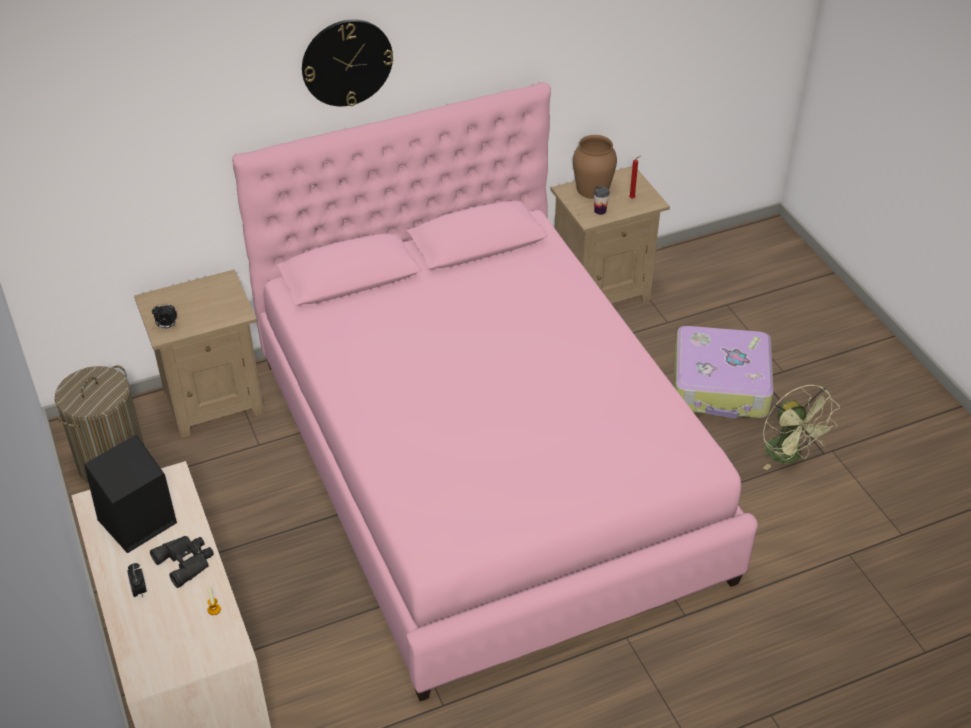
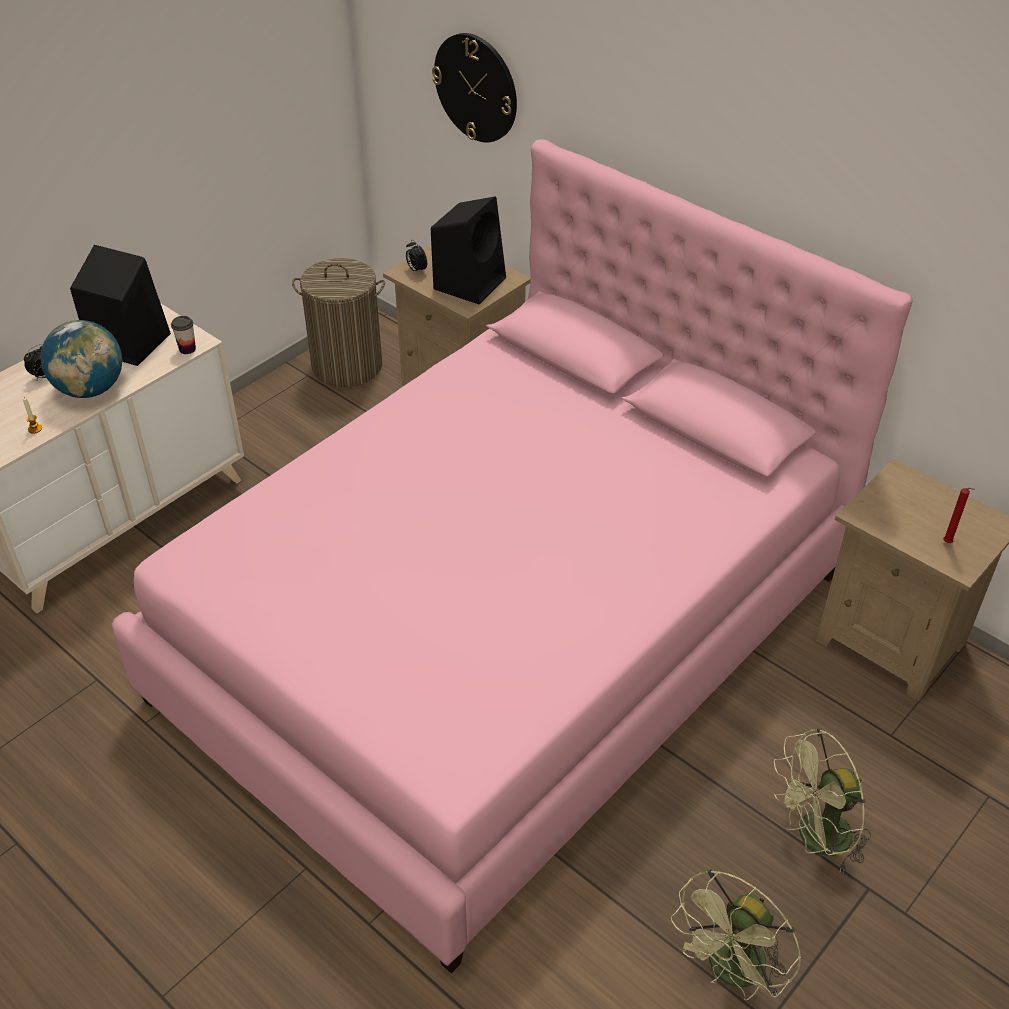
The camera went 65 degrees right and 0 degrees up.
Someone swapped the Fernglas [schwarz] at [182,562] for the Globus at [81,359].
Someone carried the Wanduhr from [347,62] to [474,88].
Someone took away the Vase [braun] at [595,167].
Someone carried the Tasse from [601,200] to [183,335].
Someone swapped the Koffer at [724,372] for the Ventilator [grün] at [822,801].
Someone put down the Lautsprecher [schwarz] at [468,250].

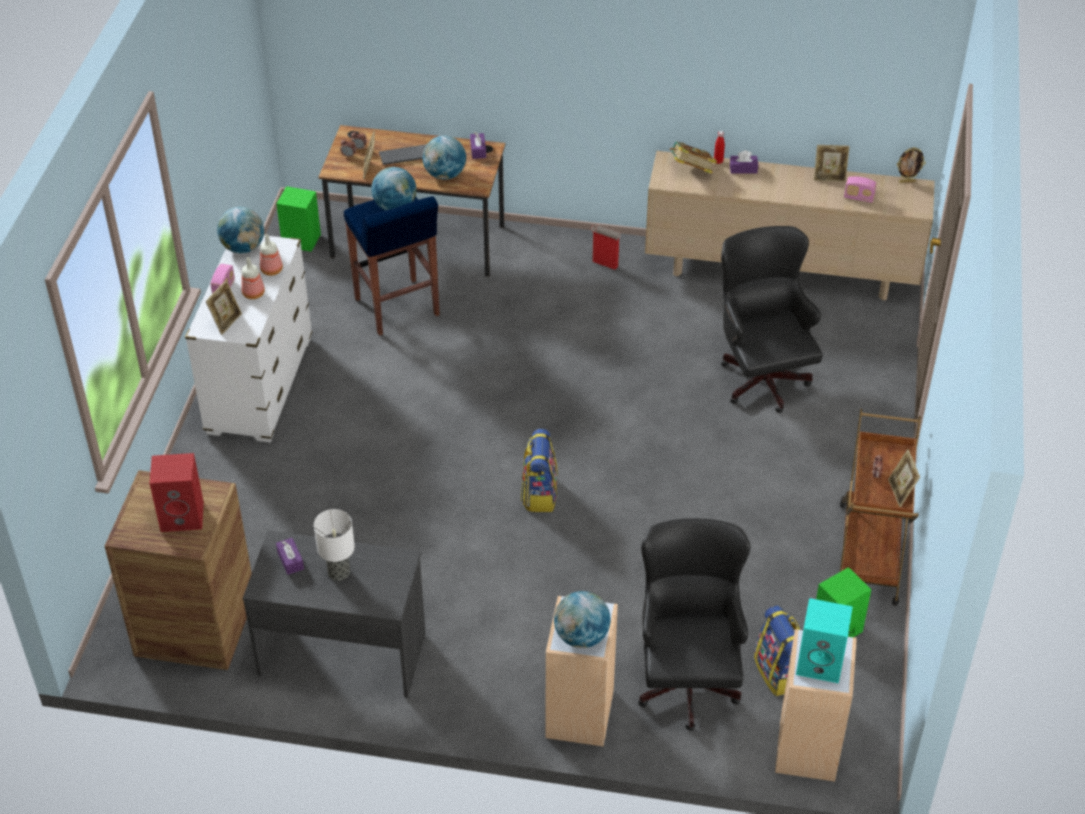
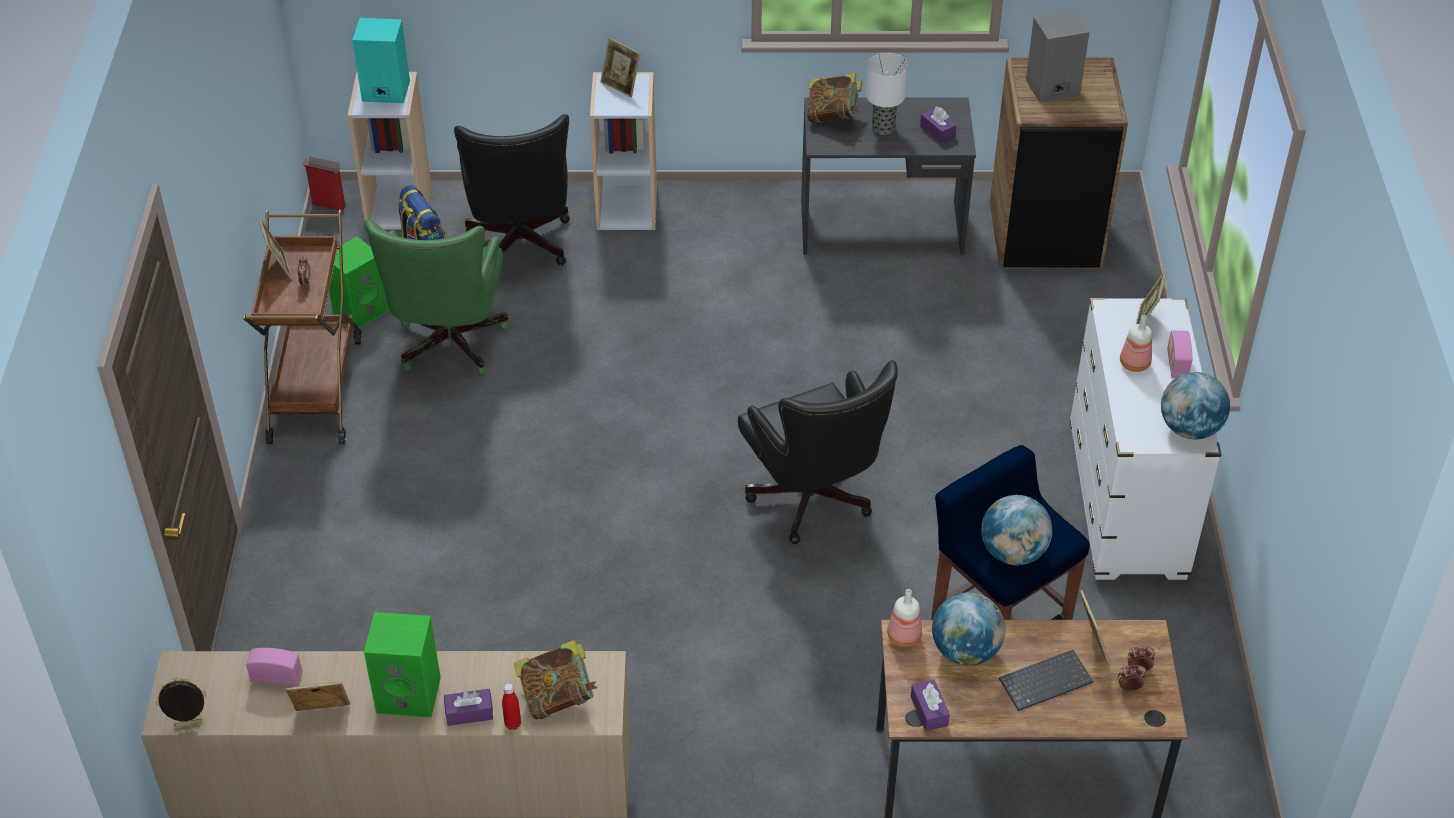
The camera went 170 degrees right and 0 degrees up.
Someone repainted the Lautsprecher [rot] at [177,492], which became the Lautsprecher [grau] at [1057,56].
Someone carried the Flasche from [271,255] to [904,618].
Someone carried the Lautsprecher [grün] from [298,219] to [402,665].
Someone took away the Rucksack at [539,470].
Someone swapped the Globus at [582,619] for the Bilderrahmen at [620,67].
Someone carried the Karton from [605,247] to [324,183].
Someone carried the Bürostuhl [schwarz] from [771,319] to [818,452].
Someone put down the Bürostuhl [grün] at [436,297].
Someone put down the Buch at [834,98].

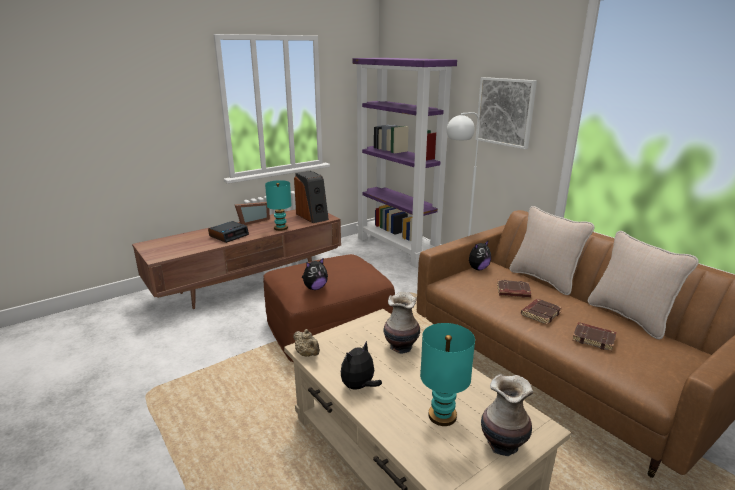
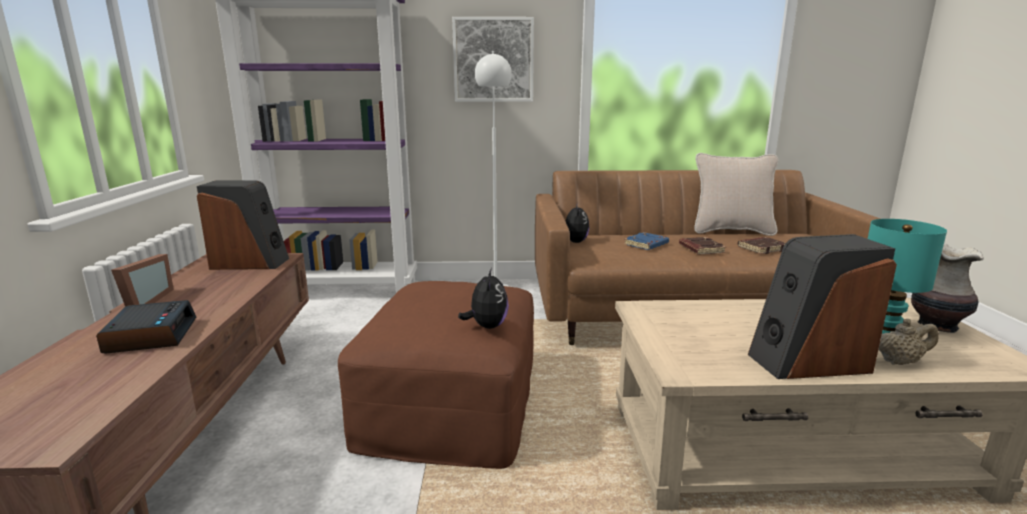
The camera went 55 degrees left and 5 degrees down.
Someone took away the Tischlampe [türkis] at [278,205].
Someone carried the Teekanne [beige] from [306,343] to [908,342].
Someone swapped the Plüschtier at [361,365] for the Lautsprecher at [822,306].
Someone took away the Vase at [401,322].
Someone repainted the Buch [braun] at [514,289], which became the Buch [blau] at [646,241].
Someone took away the Kissen [beige] at [551,250].

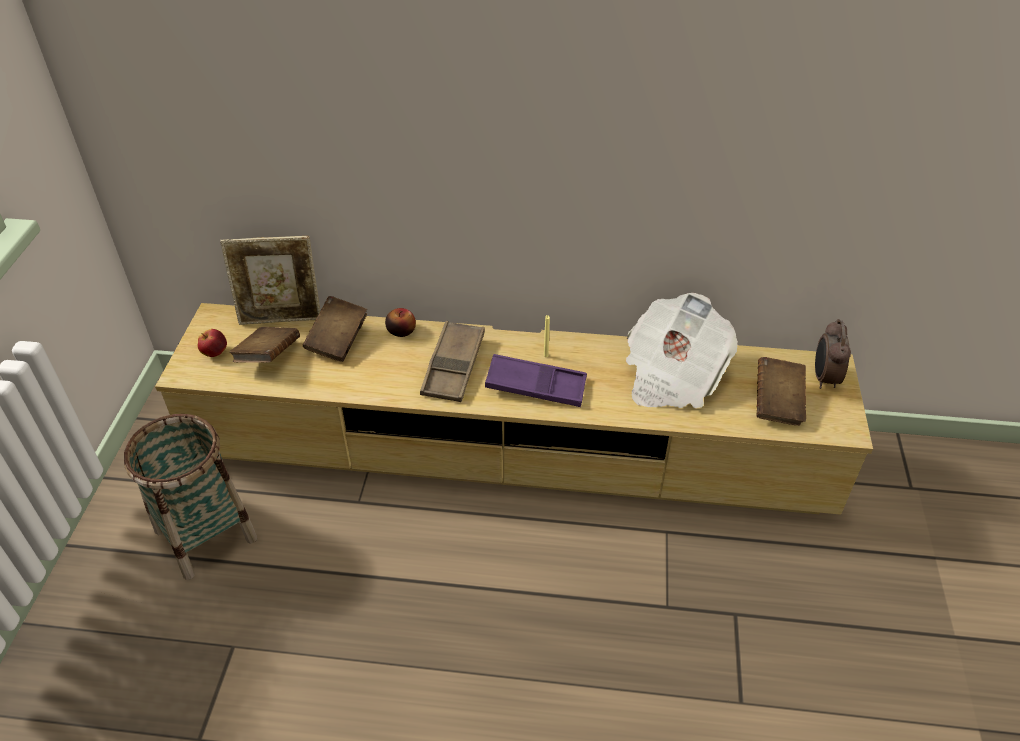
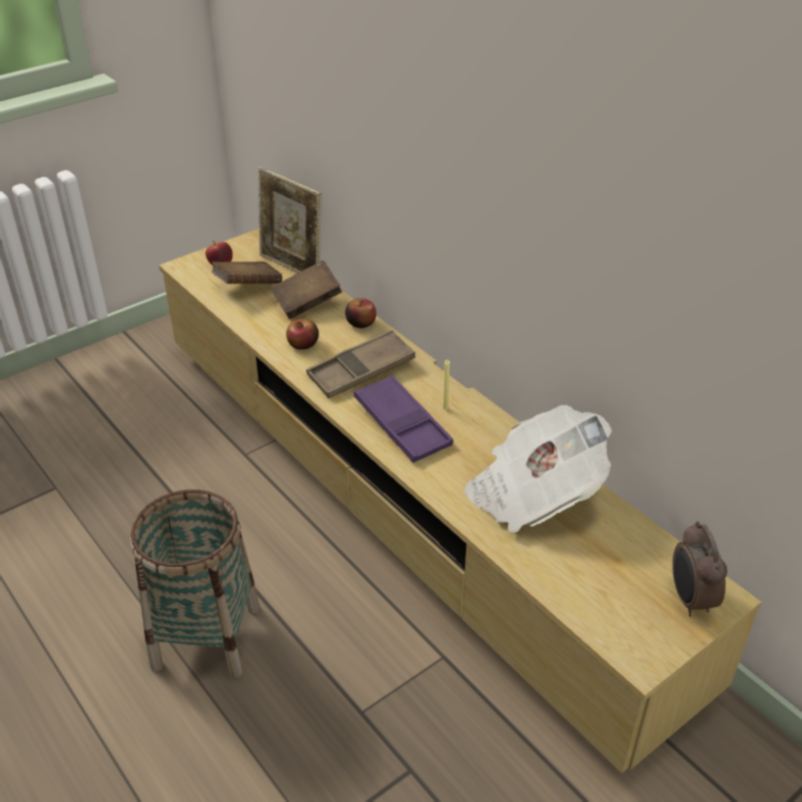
The camera went 45 degrees right and 5 degrees down.
Someone carried the Korb from [190,497] to [195,583].
Someone took away the Buch [braun] at [781,391].
Someone rotated the Wecker at [833,354] by 60 degrees counterclockwise.
Someone put down the Apfel at [302,334].

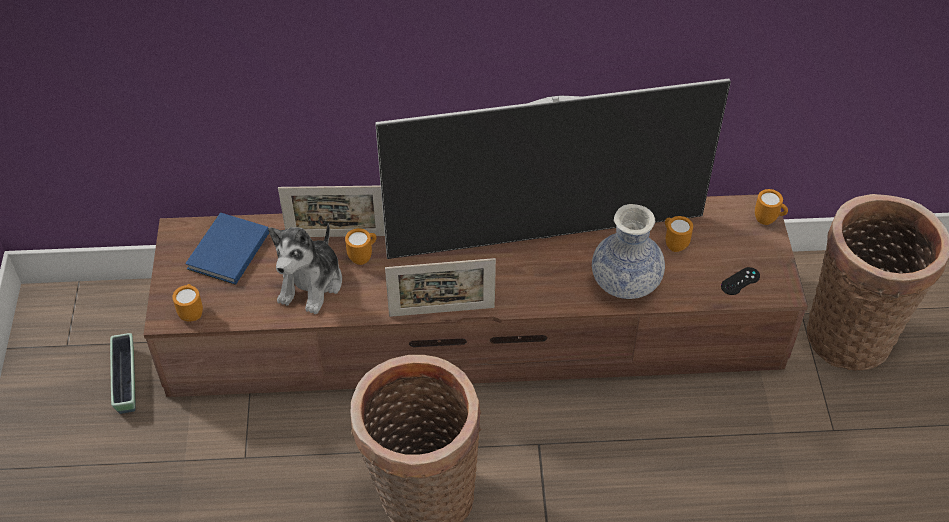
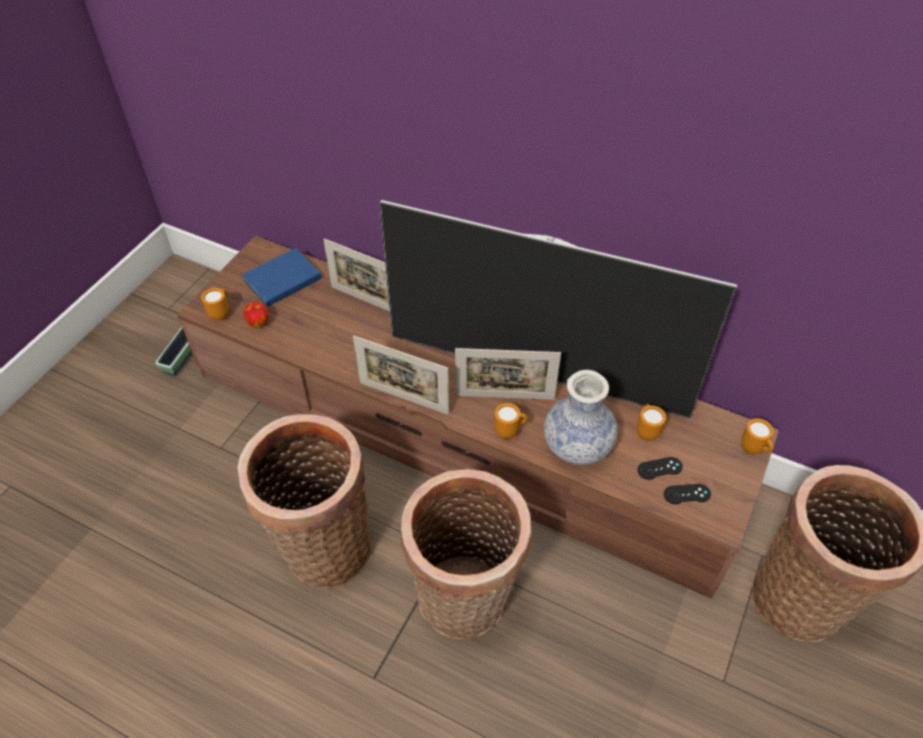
The camera went 30 degrees right and 0 degrees up.
Someone took away the Plüschtier at [305,268].
Someone carried the Henkelbecher [orange] from [361,246] to [511,421].
Someone put down the Apfel at [256,315].
Someone put down the Korb at [466,554].
Someone put down the Bilderrahmen at [508,374].
Someone put down the Gamepad [schwarz] at [660,468].

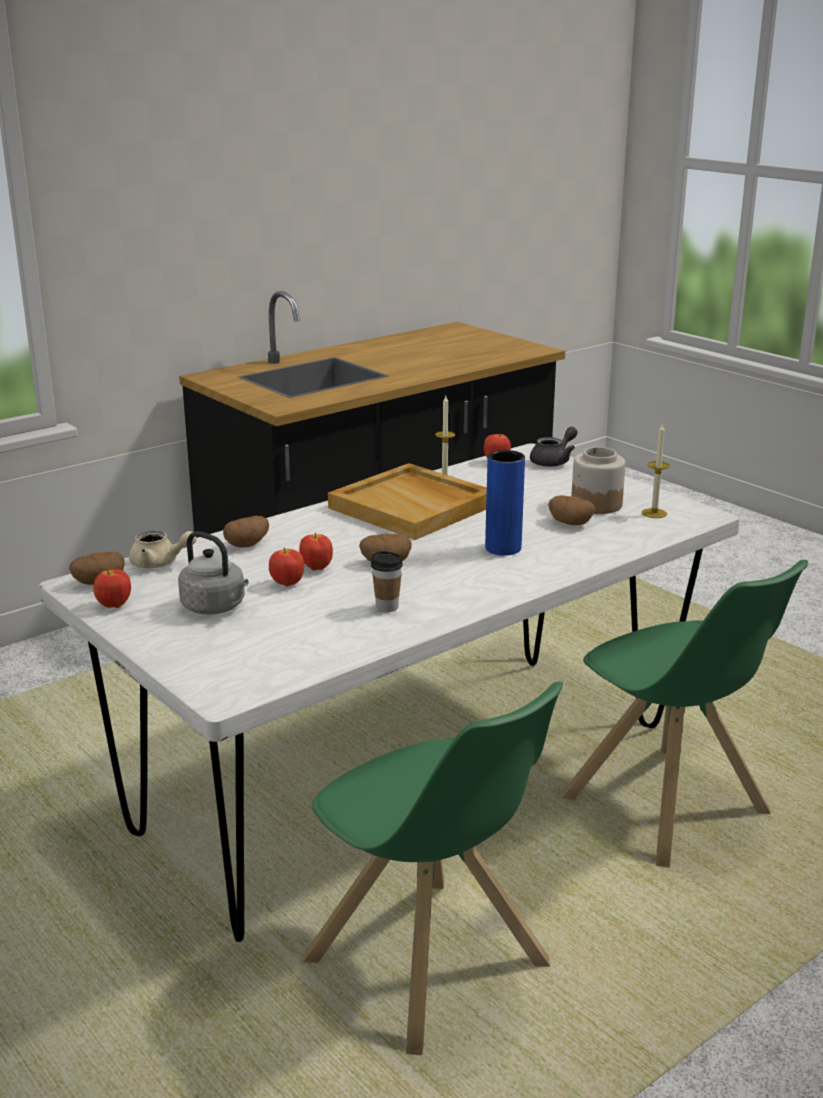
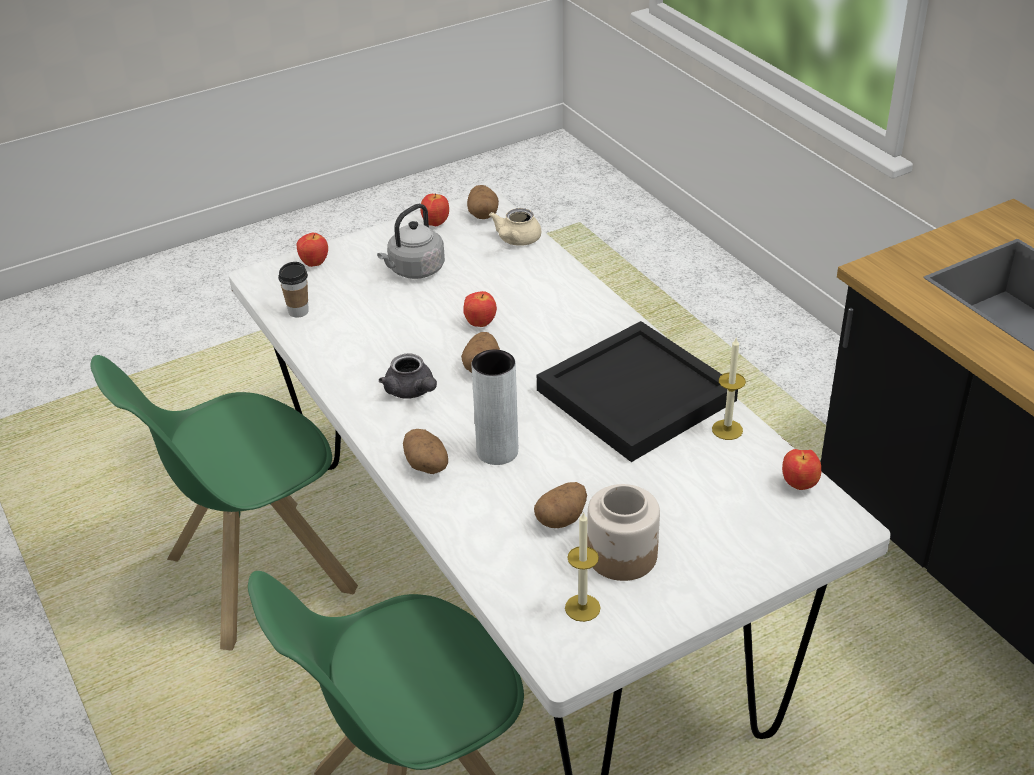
The camera went 100 degrees right and 15 degrees up.
Someone carried the Kartoffel from [246,532] to [425,451].
Someone carried the Apfel from [286,567] to [312,250].
Someone repainted the Tablett [beige] at [407,501], which became the Tablett [schwarz] at [637,391].
Someone carried the Tasse from [387,581] to [293,290].
Someone repainted the Vase [blau] at [505,503], which became the Vase [grau] at [494,407].
Someone carried the Teekanne [grau] from [554,447] to [408,376].

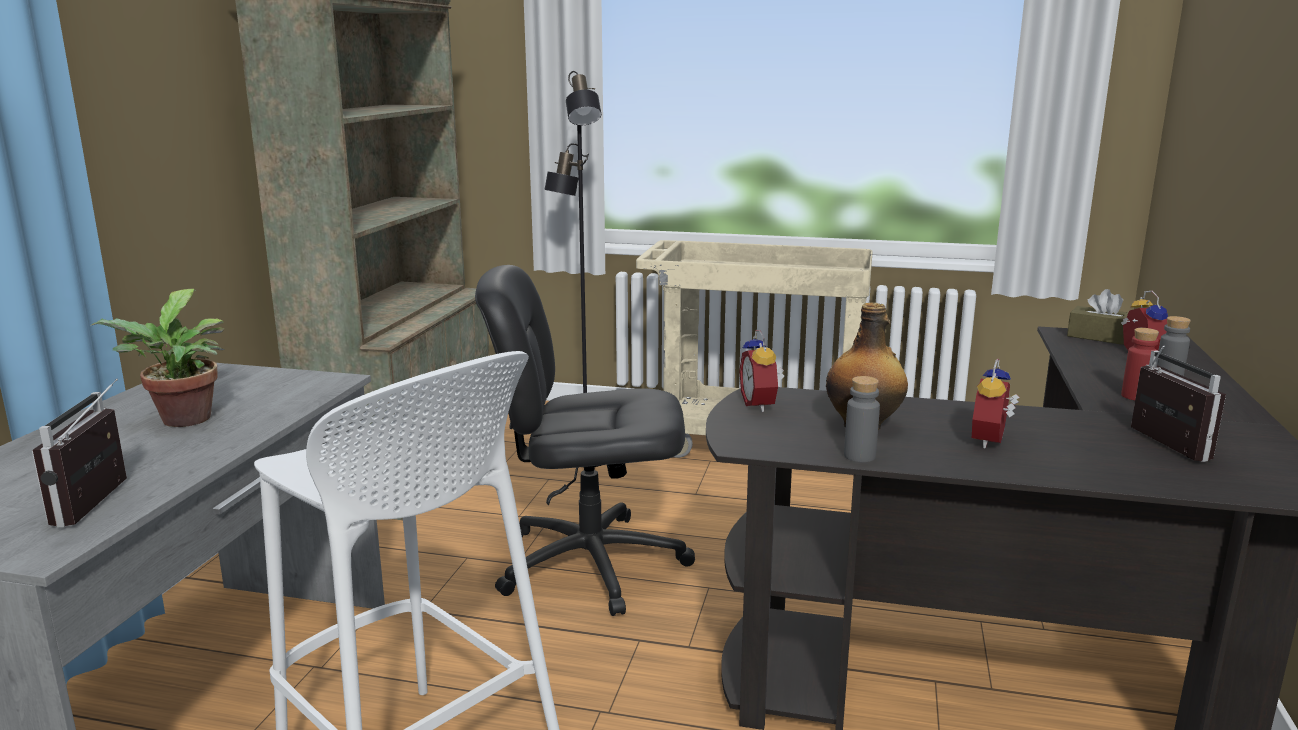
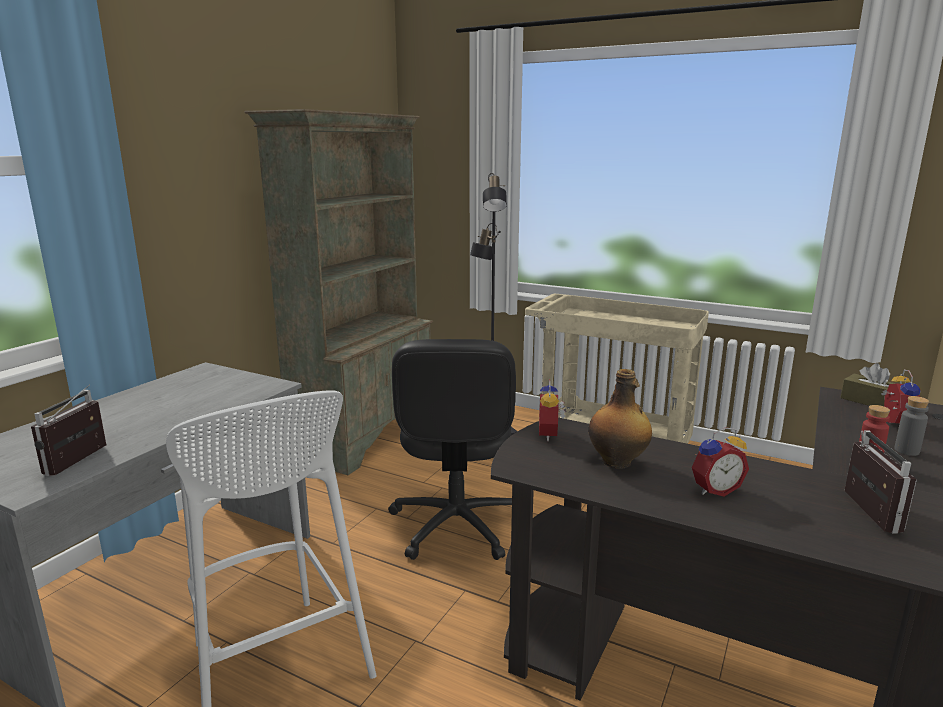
The camera went 15 degrees right and 0 degrees up.
Someone took away the Topfpflanze at [157,358].
Someone rotated the Bürostuhl [schwarz] at [585,440] by 105 degrees counterclockwise.
Someone took away the Flasche [grau] at [862,419].
Someone rotated the Wecker at [996,404] by 150 degrees counterclockwise.

